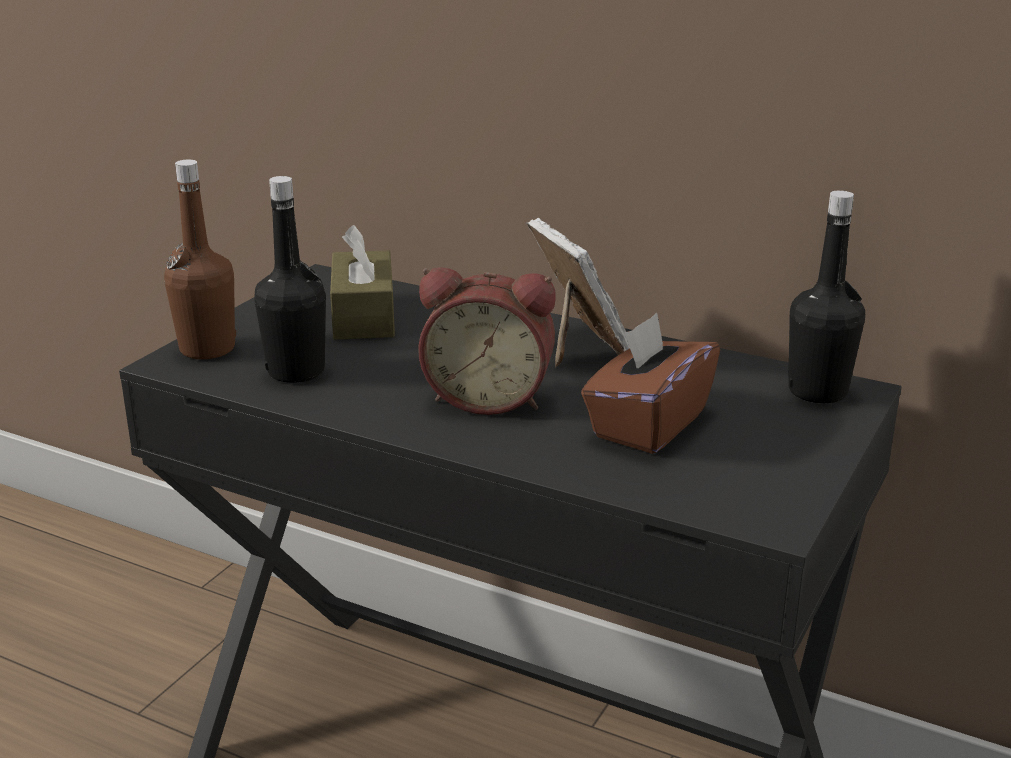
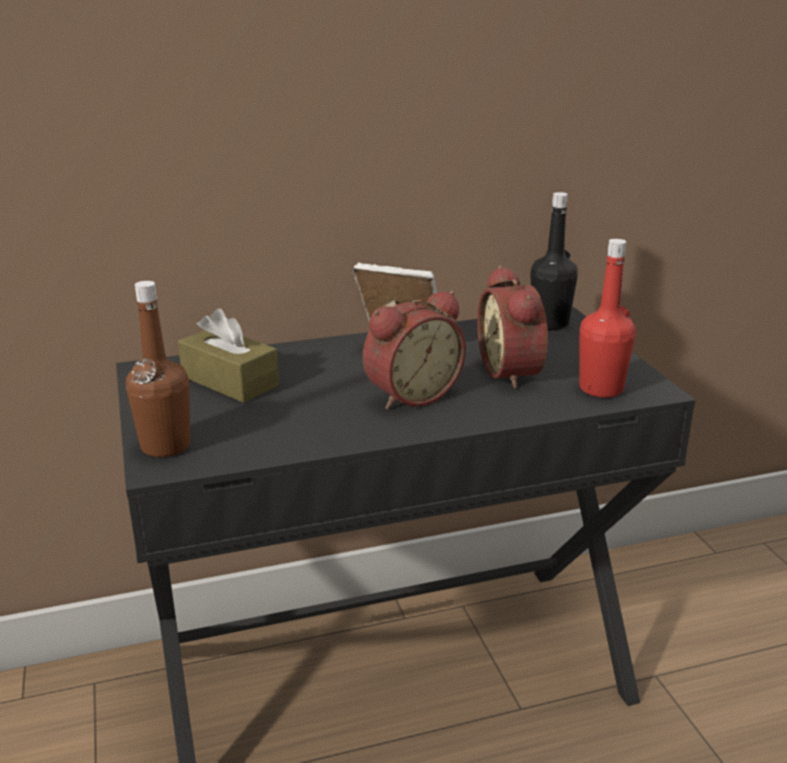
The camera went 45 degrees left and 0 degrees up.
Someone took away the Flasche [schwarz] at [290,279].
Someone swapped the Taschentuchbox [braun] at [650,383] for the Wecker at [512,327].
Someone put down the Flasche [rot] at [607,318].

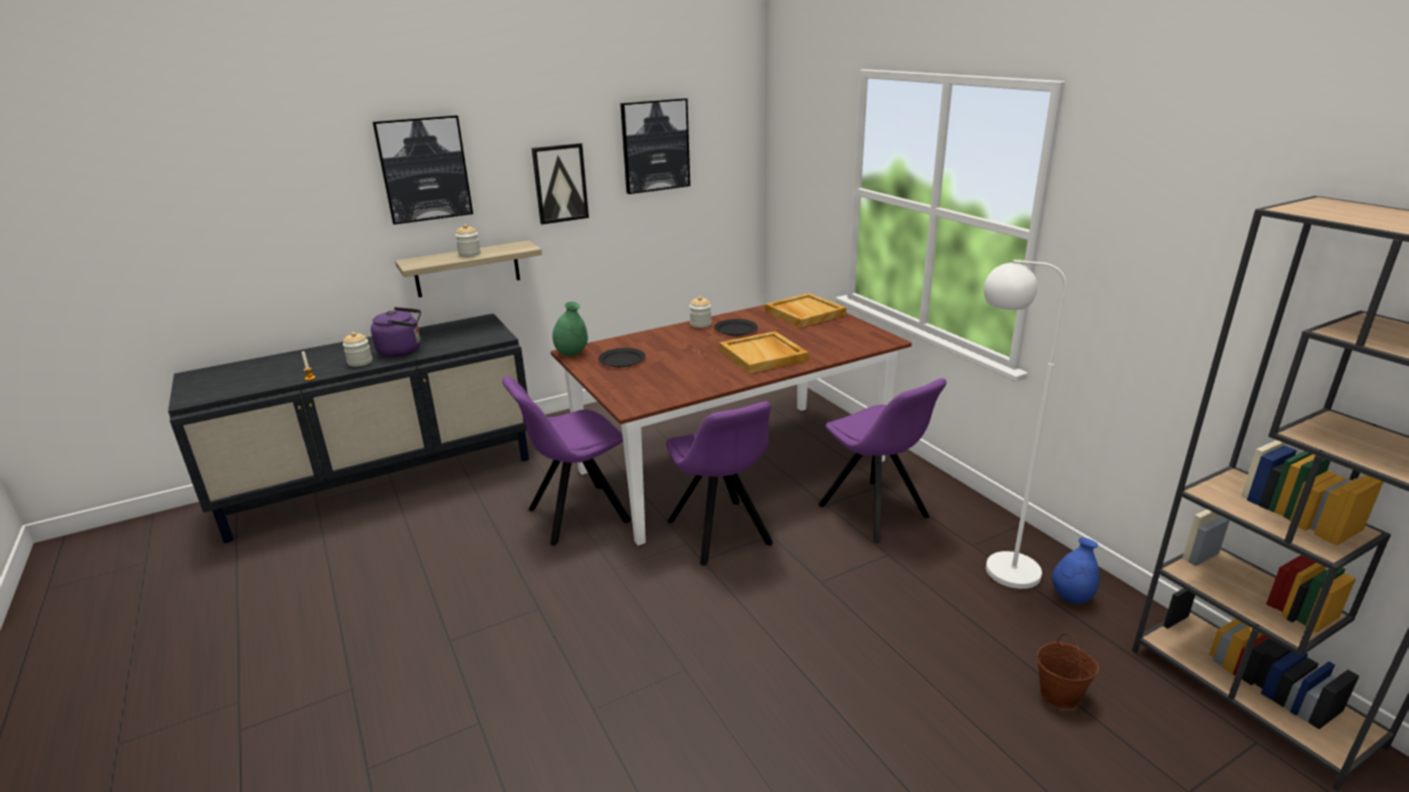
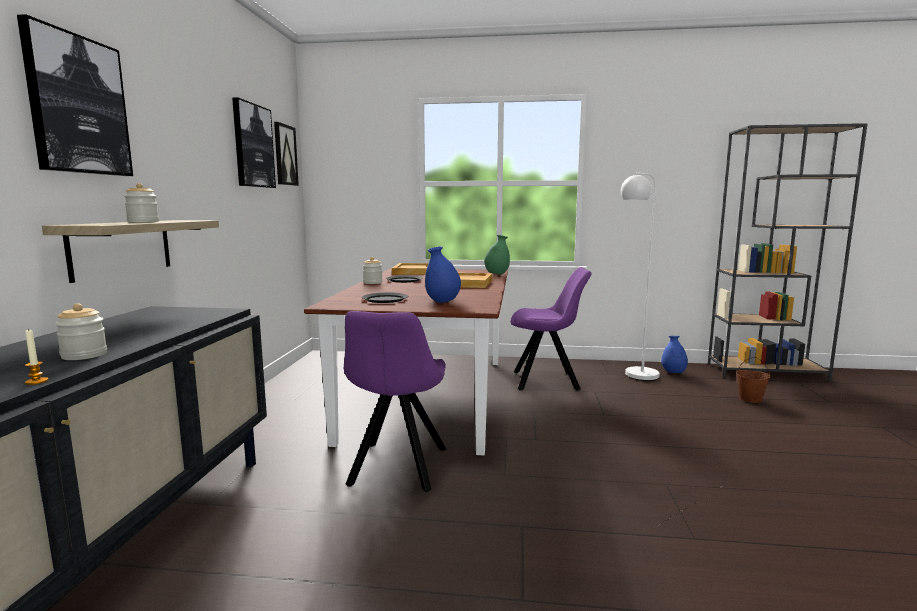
The camera went 55 degrees left and 15 degrees down.
Someone took away the Wasserkessel [lila] at [396,332].
Someone carried the Bild from [560,184] to [286,154].
Someone carried the Vase [grün] from [570,329] to [497,255].
Someone took away the Stuhl [lila] at [719,484].
Someone put down the Vase [blau] at [443,274].

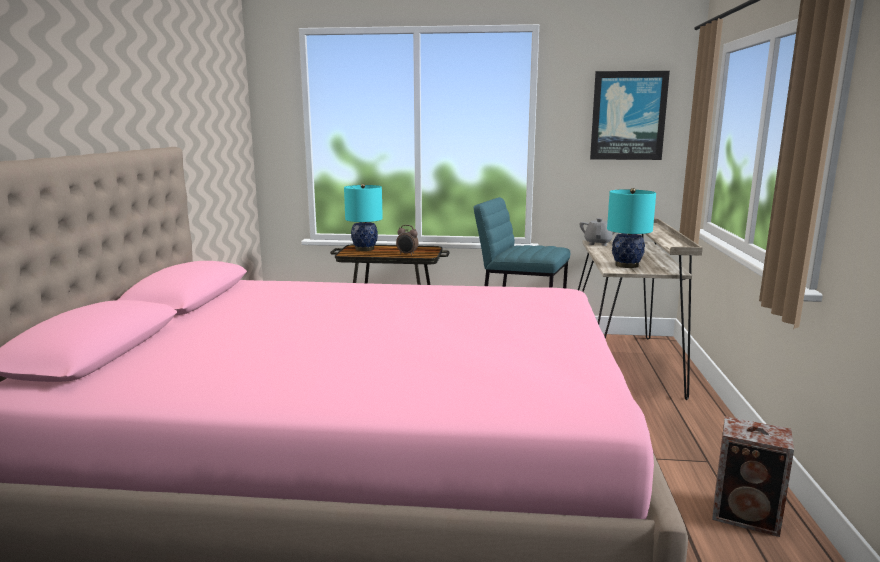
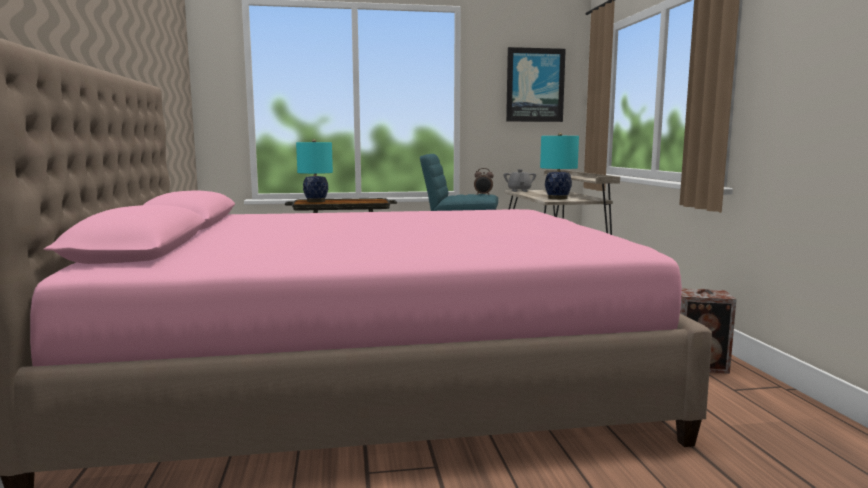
The camera went 15 degrees left and 5 degrees down.
Someone carried the Wecker from [407,240] to [483,181].

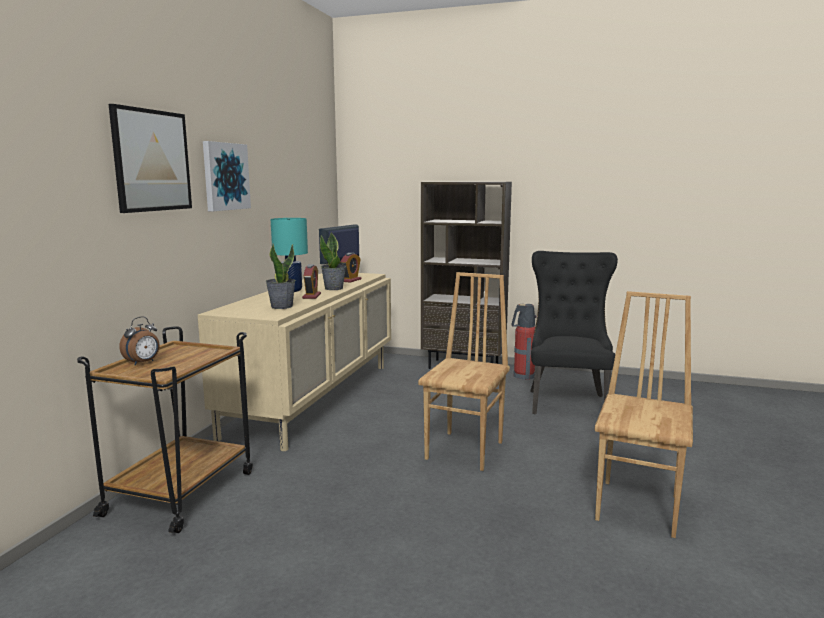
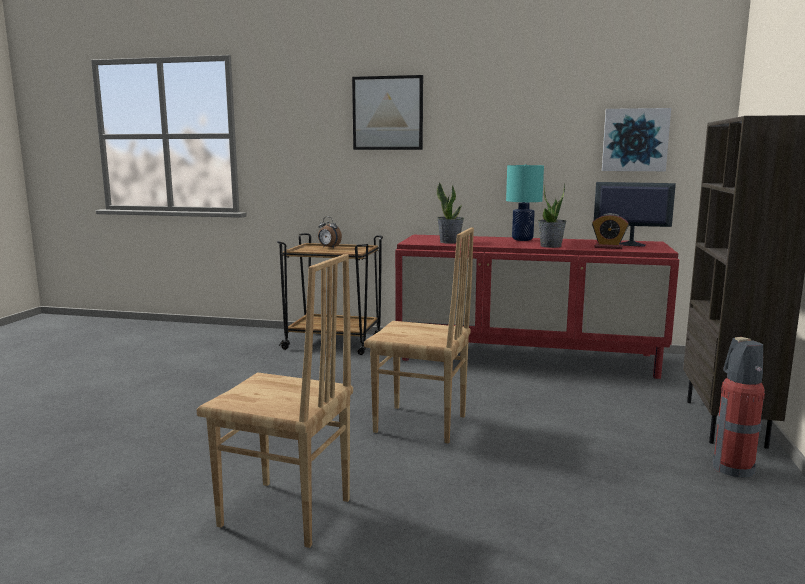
The camera went 85 degrees right and 0 degrees up.
Someone repainted the Schrank [beige] at [294,362], which became the Schrank [rot] at [537,307].
Someone carried the Bild from [227,176] to [636,139].
Someone took away the Wecker at [311,281].
Someone took away the Stuhl [schwarz] at [574,332].

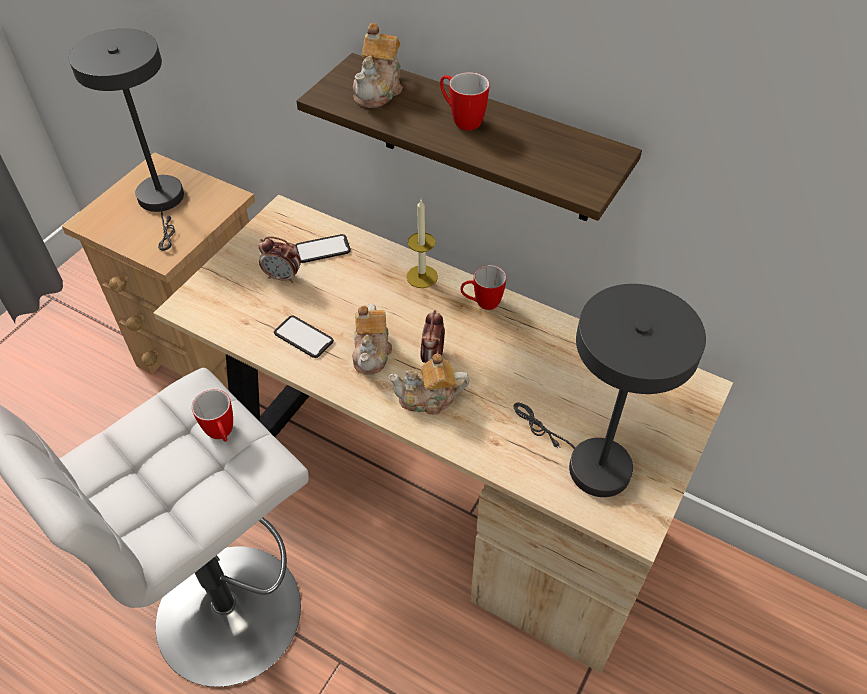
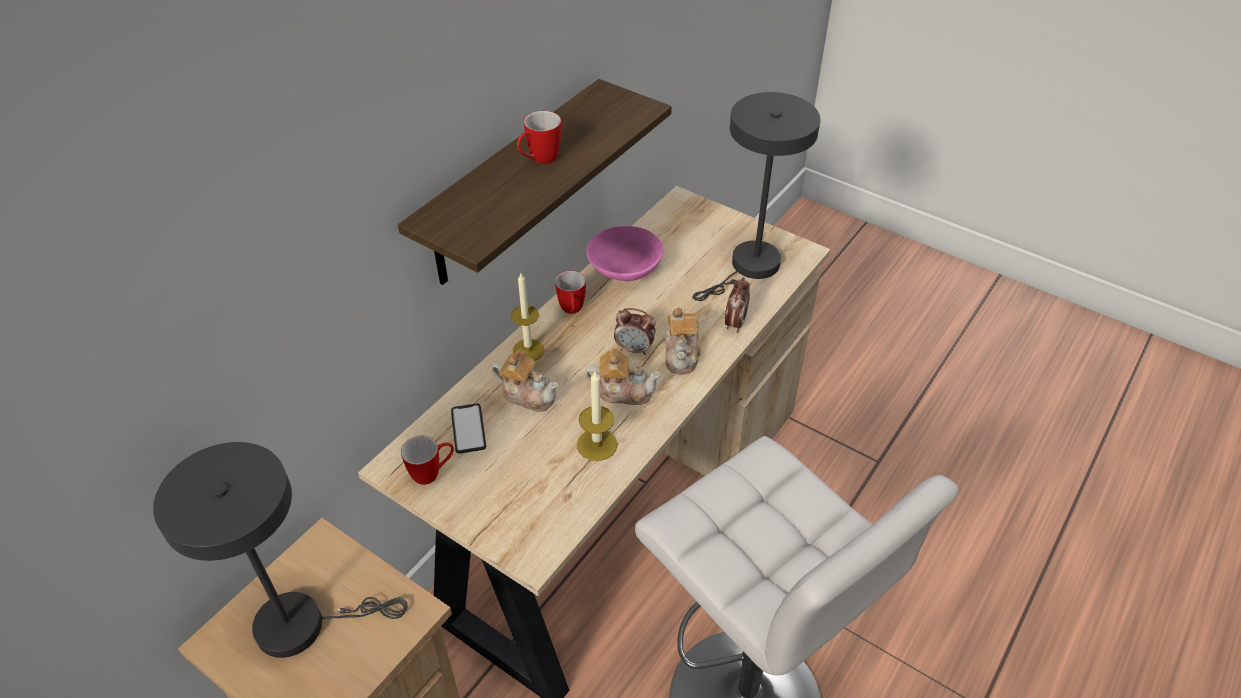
The camera went 85 degrees left and 5 degrees down.
Someone carried the Henkelbecher from [212,415] to [427,460].
Someone carried the Wecker from [279,260] to [737,305].
Someone swapped the Handy at [304,337] for the Kerze at [597,416].
Someone carried the Teekanne from [378,65] to [524,380].
Someone put down the Schüssel [rosa] at [624,253].

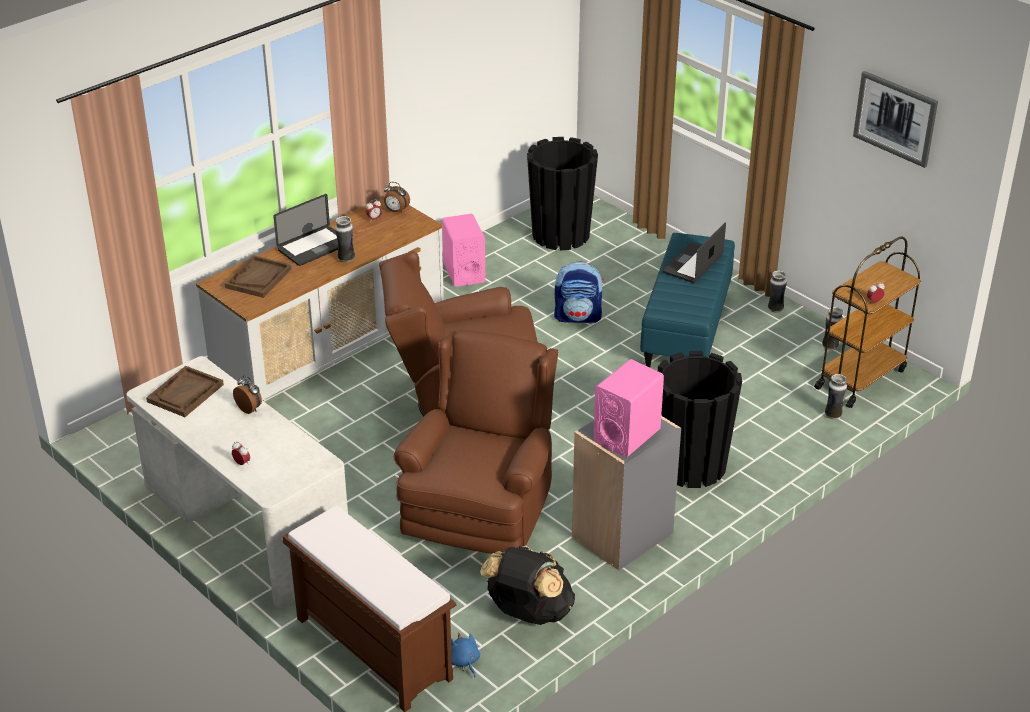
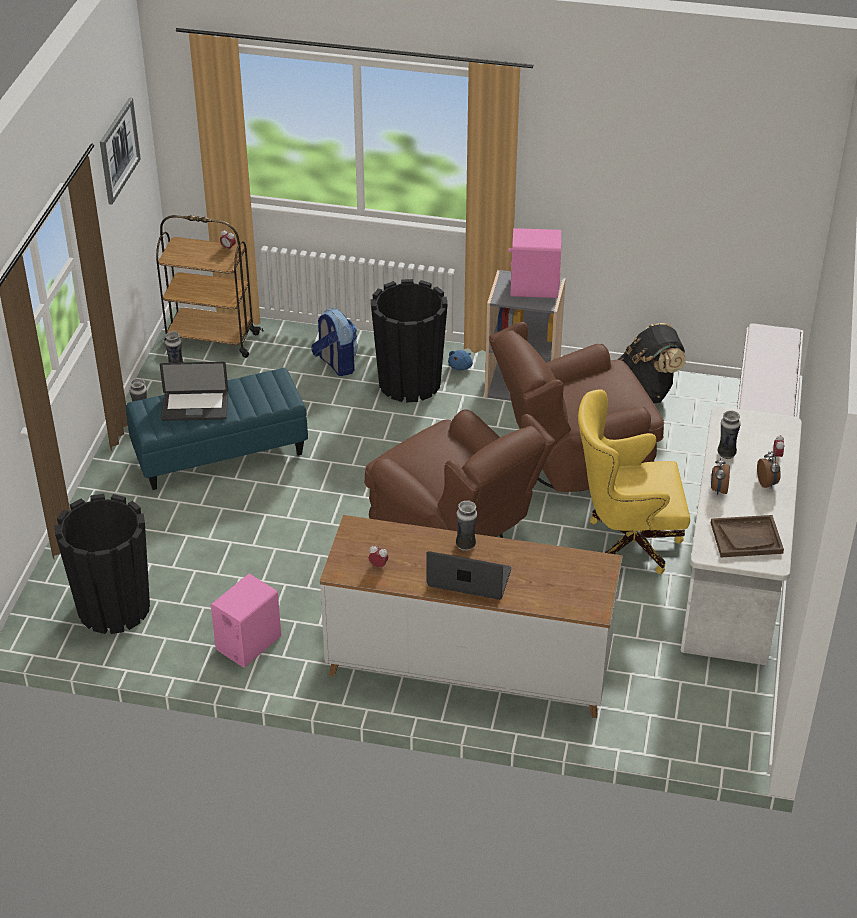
The camera went 125 degrees left and 5 degrees up.
Someone took away the Tablett [braun] at [257,276].
Someone carried the Wecker from [397,197] to [769,469].
Someone carried the Plüschtier [blau] from [465,655] to [460,360].
Someone carried the Rucksack from [579,292] to [335,342].
Someone carried the Vase from [836,397] to [729,434].
Someone put down the Bürostuhl [gelb] at [634,481].

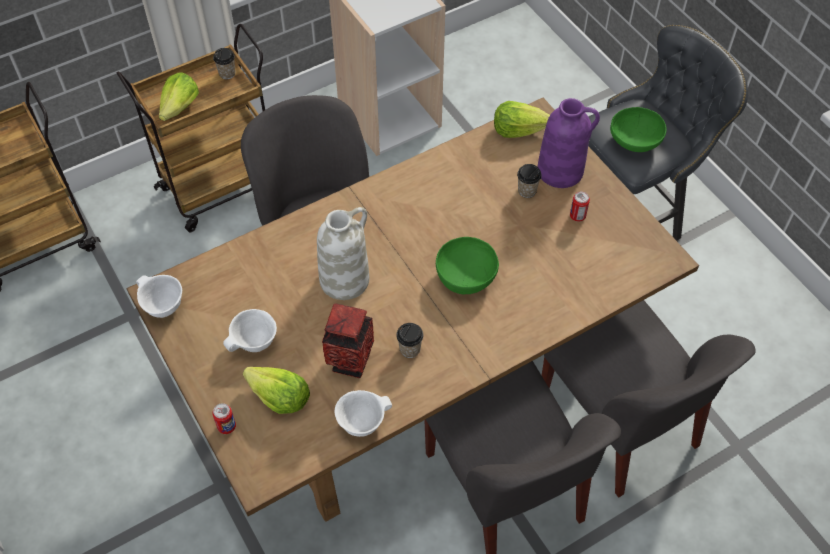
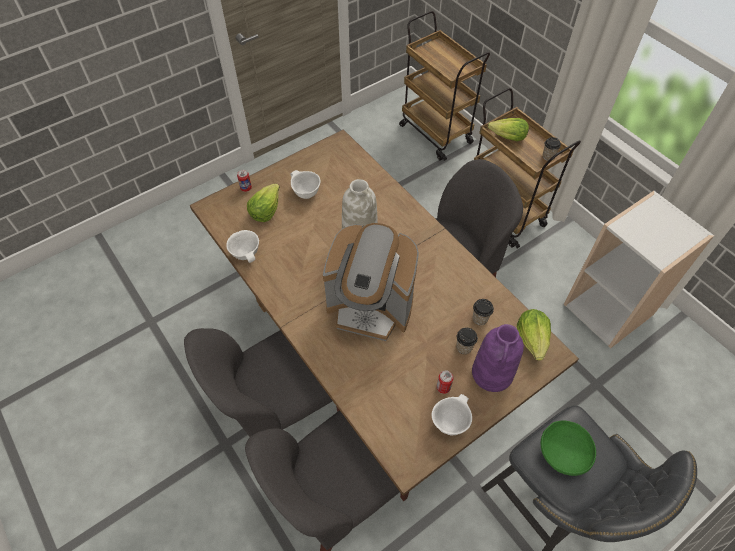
The camera went 85 degrees right and 0 degrees up.
Someone carried the Schüssel [weiß] from [159,296] to [452,414].
Someone took away the Vase at [348,340].
Someone carried the Tasse from [409,340] to [483,312].
Someone swapped the Schüssel [grün] at [467,265] for the Kaffeemaschine at [371,282].

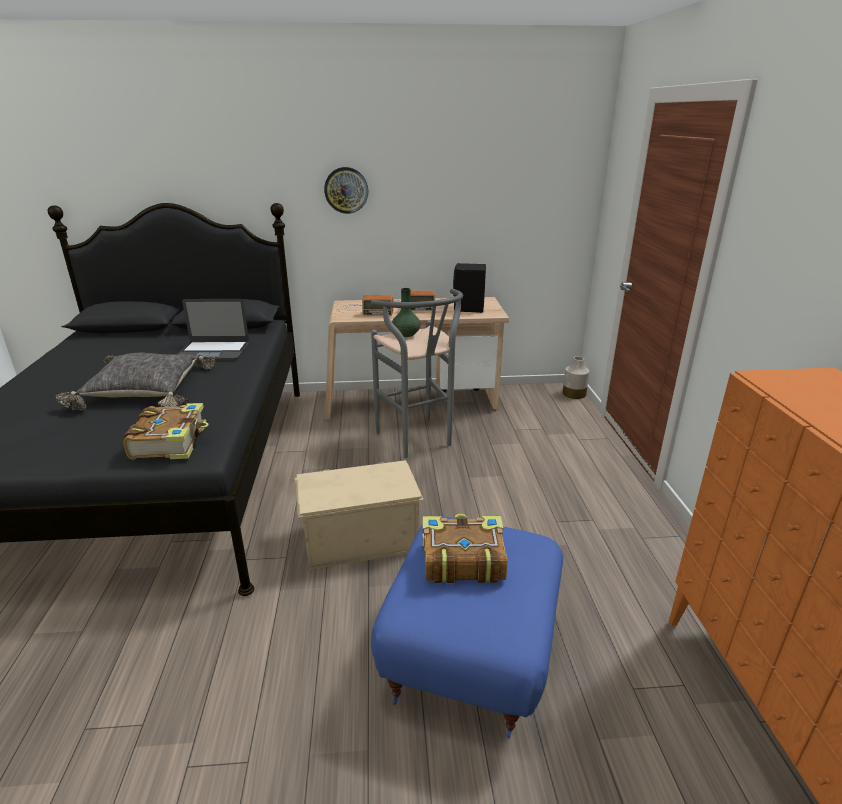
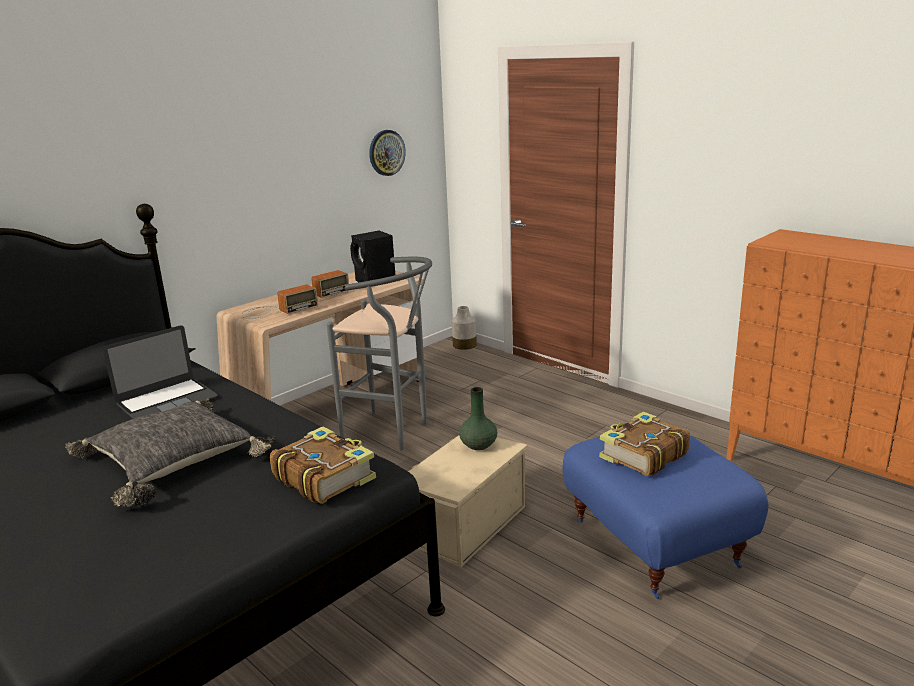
The camera went 40 degrees left and 5 degrees down.
Someone carried the Wanduhr from [346,190] to [387,153].
Someone carried the Vase [grün] from [406,312] to [478,418].

